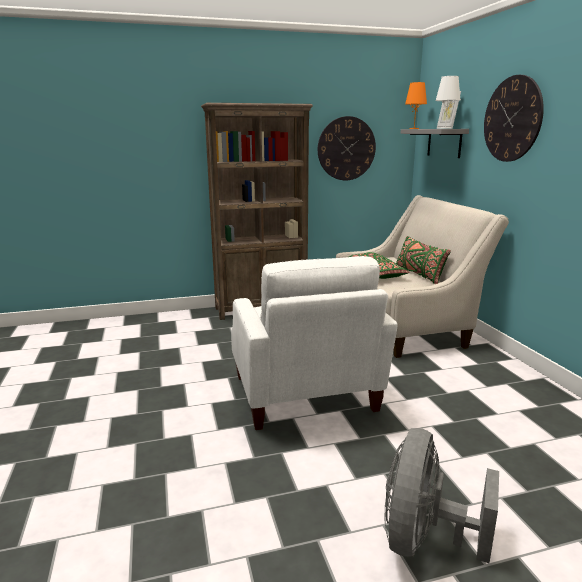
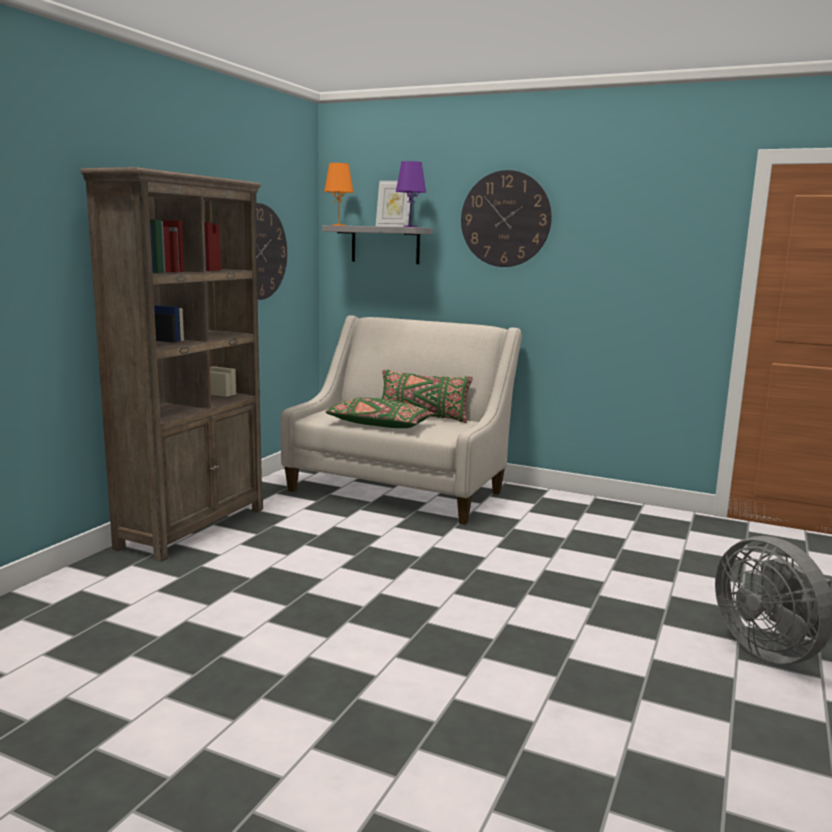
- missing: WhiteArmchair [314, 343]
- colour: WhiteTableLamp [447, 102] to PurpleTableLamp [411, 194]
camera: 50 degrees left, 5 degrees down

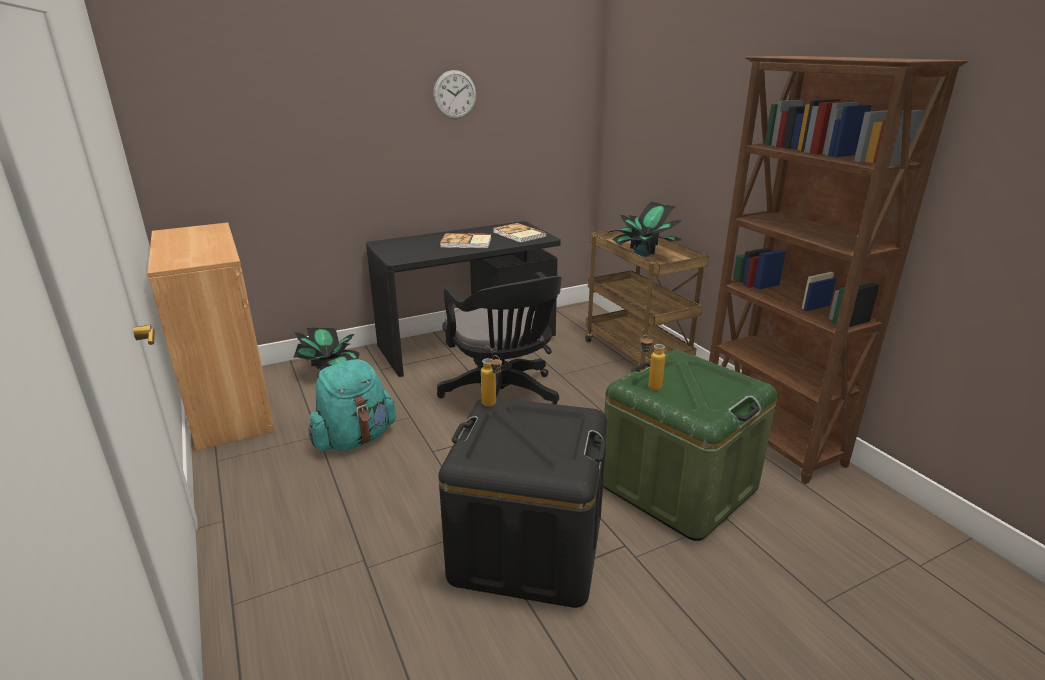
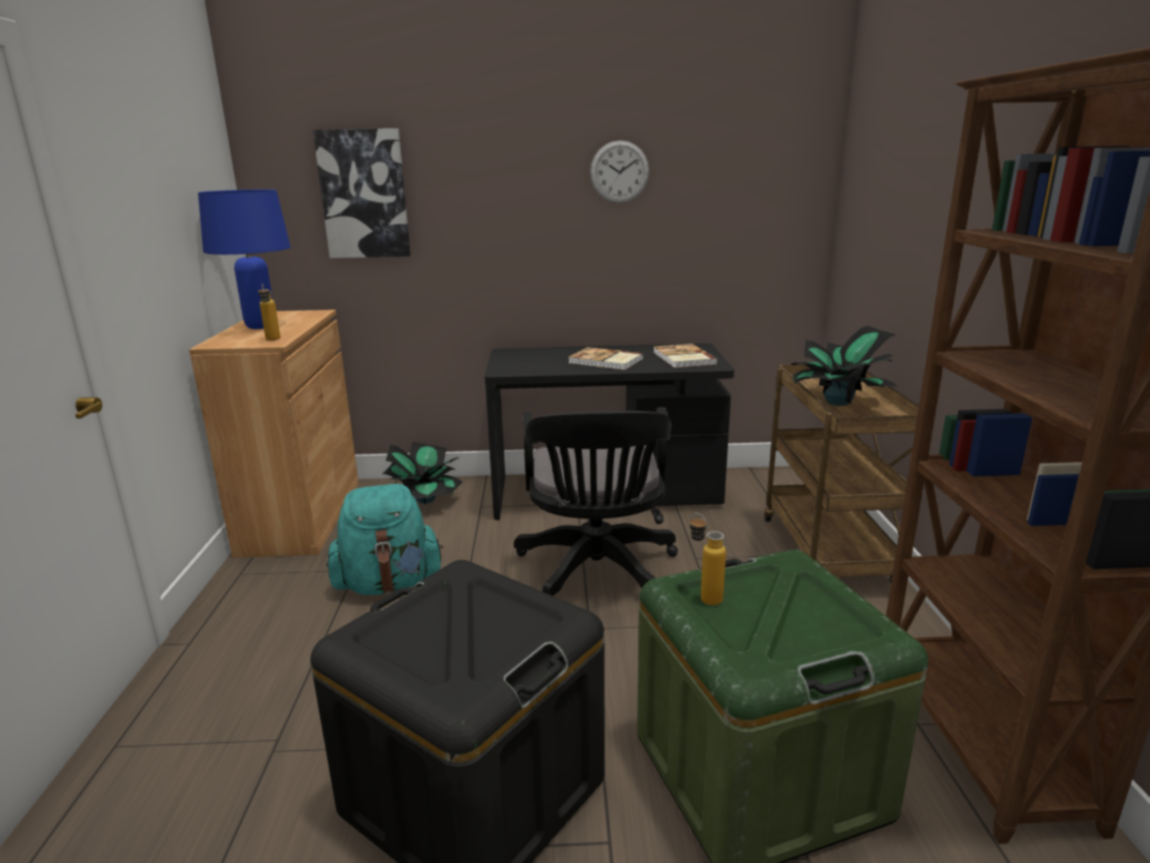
- appeared: BlueTableLamp [244, 259]
- appeared: Picture [362, 193]
- relocated: Bottle [491, 381] to [269, 312]
camera: 25 degrees right, 5 degrees down

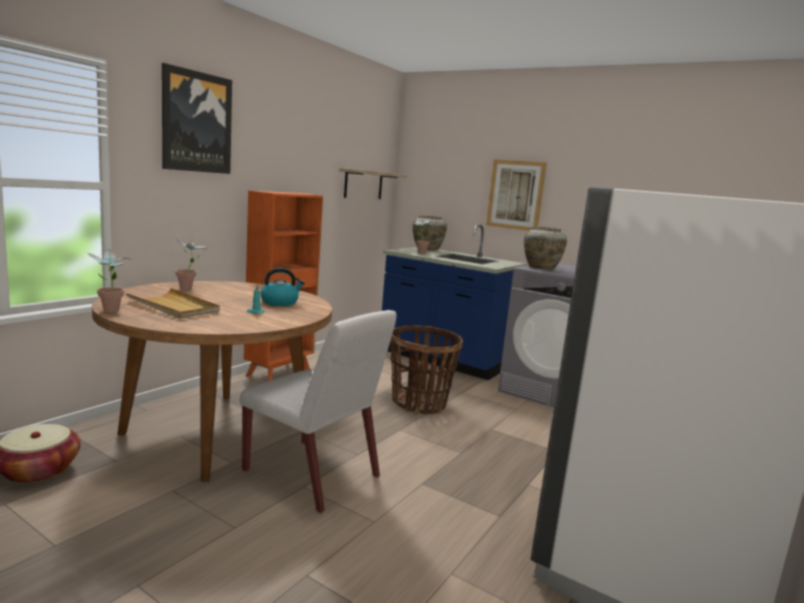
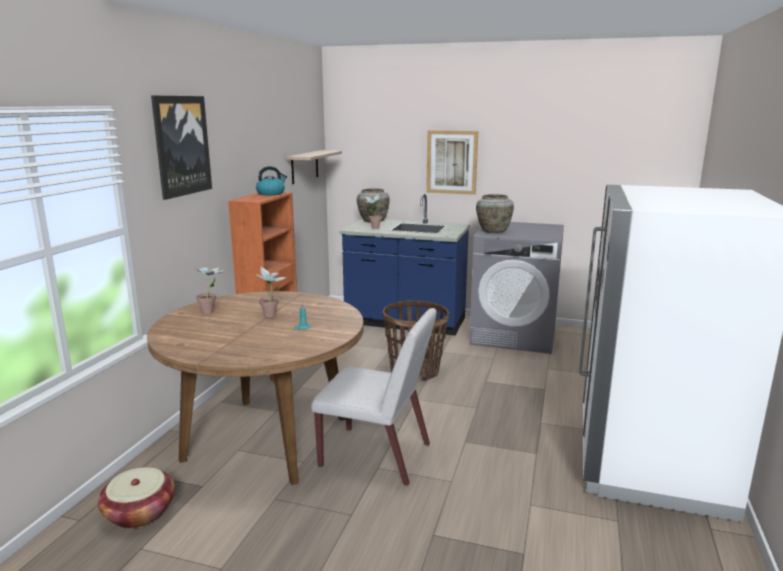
- missing: BeigeTray [173, 303]
- relocated: PottedPlant [110, 280] to [271, 292]
- relocated: Kettle [283, 287] to [271, 180]
camera: 15 degrees left, 5 degrees up

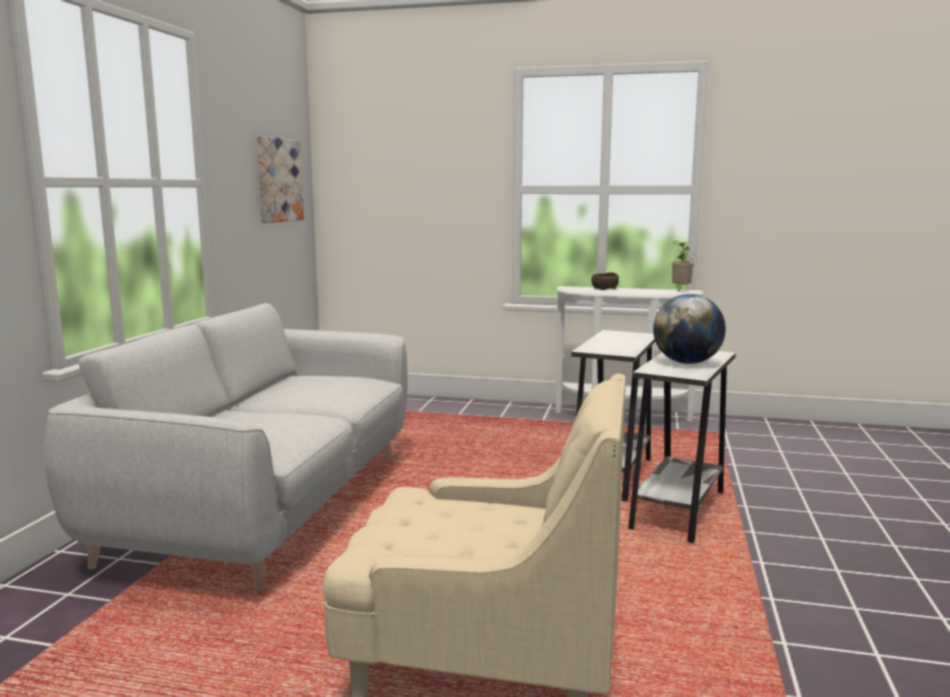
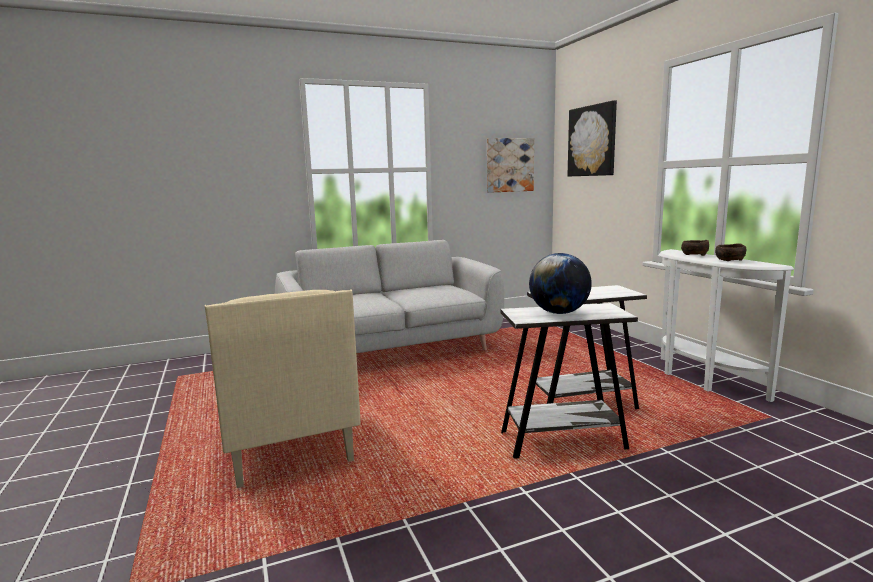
- missing: PottedPlant [683, 266]
- appeared: Picture [592, 138]
- appeared: BrownBowl [730, 252]
camera: 55 degrees right, 0 degrees up

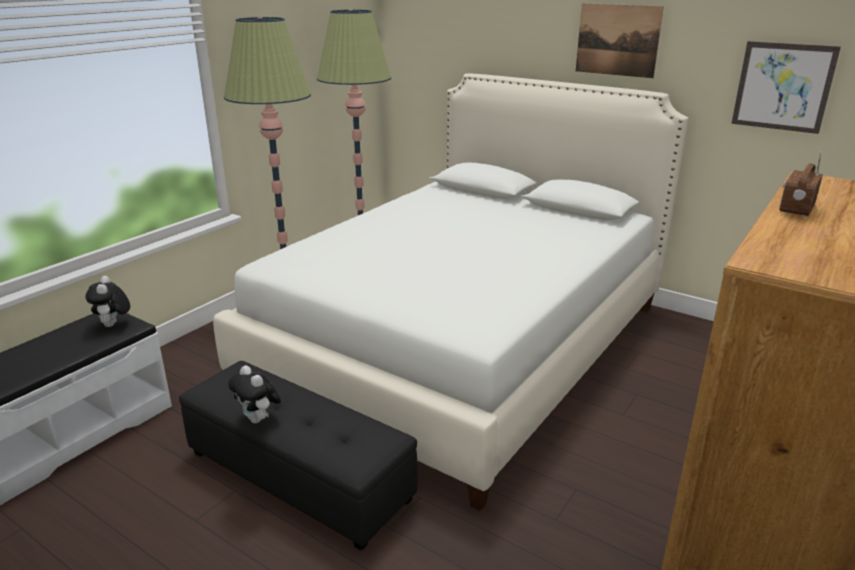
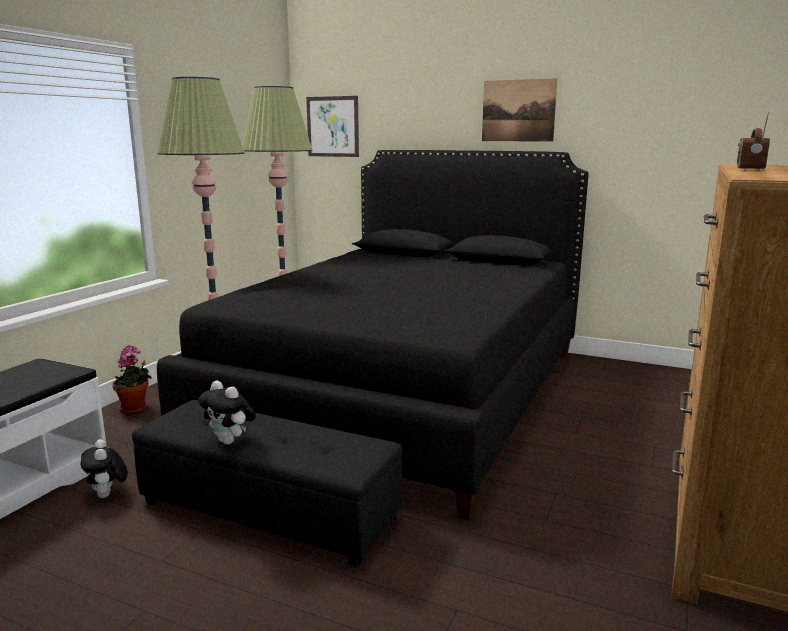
- appeared: PottedPlant [132, 379]
- relocated: PlushToy [107, 301] to [104, 468]
- relocated: Picture [786, 87] to [332, 126]
- colour: WhiteBed [451, 292] to BlackBed [373, 335]
camera: 10 degrees left, 10 degrees down

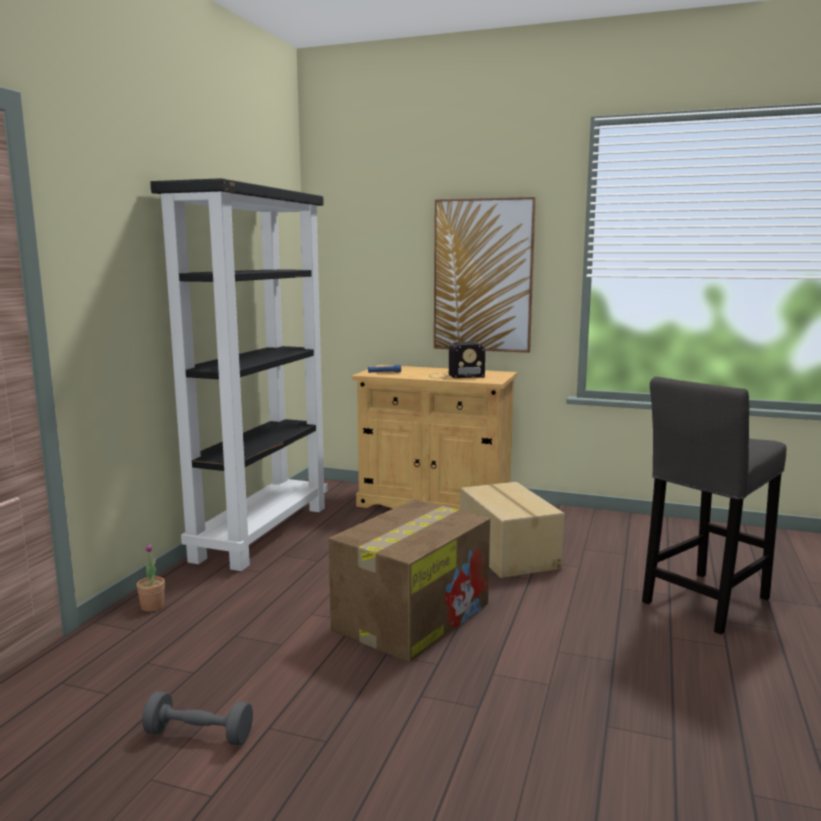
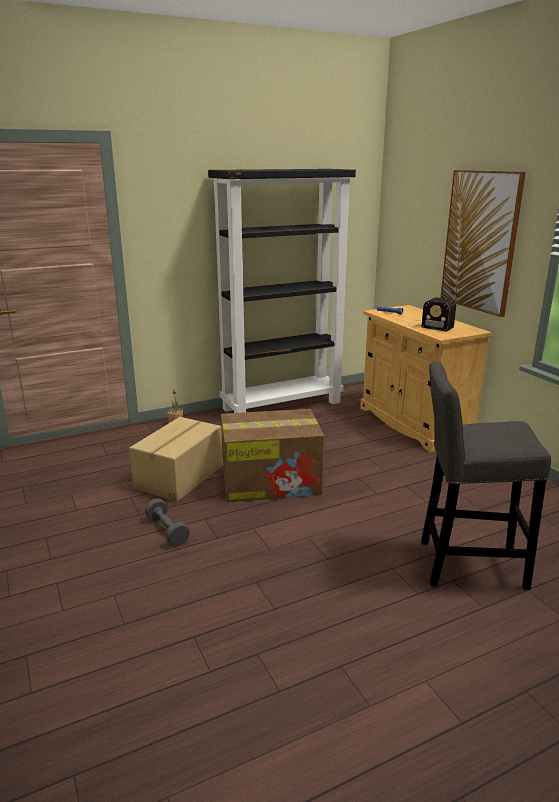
- relocated: GreyDumbbell [197, 718] to [167, 522]
- relocated: CardboardBox [512, 530] to [176, 459]
camera: 45 degrees right, 10 degrees up

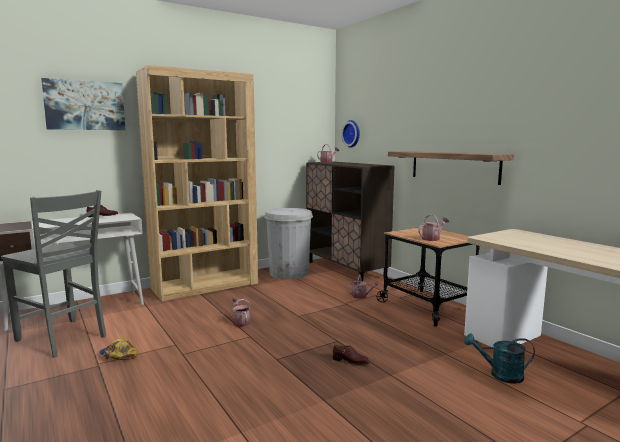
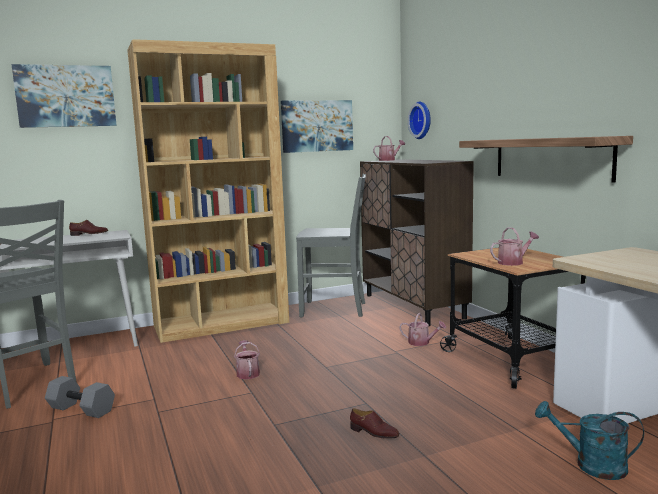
- appeared: Picture [317, 126]
- exchanged: Cap [118, 349] to GreyDumbbell [80, 397]
- exchanged: WhiteTrashCan [288, 243] to GreyChair [331, 245]
camera: 10 degrees right, 0 degrees up

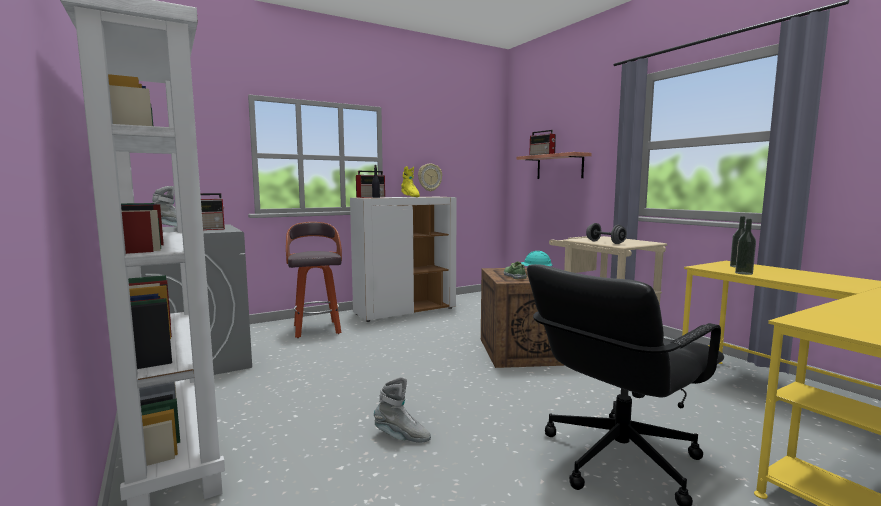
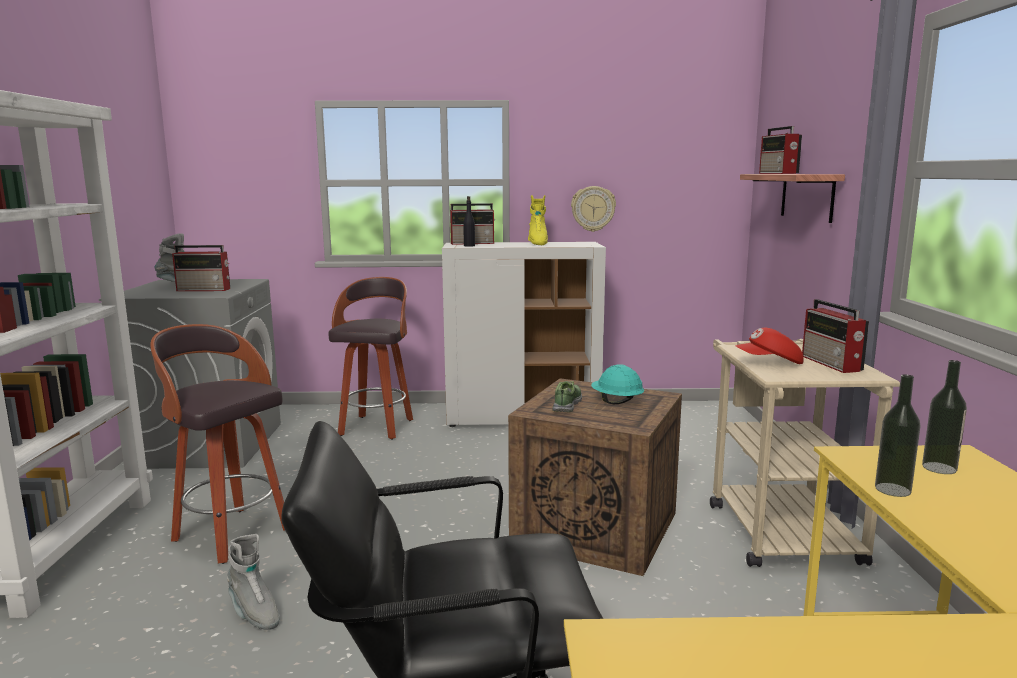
- appeared: Stool [217, 444]
- appeared: Radio [835, 336]
- exchanged: GreyDumbbell [606, 233] to RedCap [769, 346]
camera: 30 degrees right, 5 degrees up

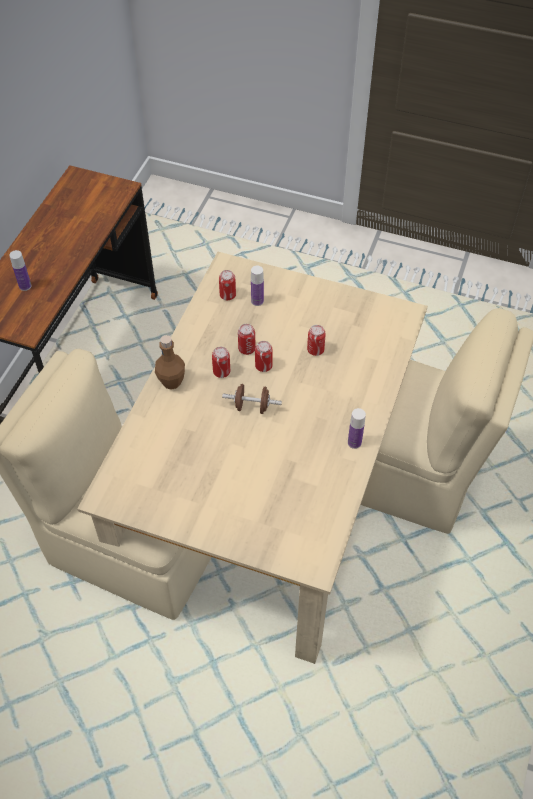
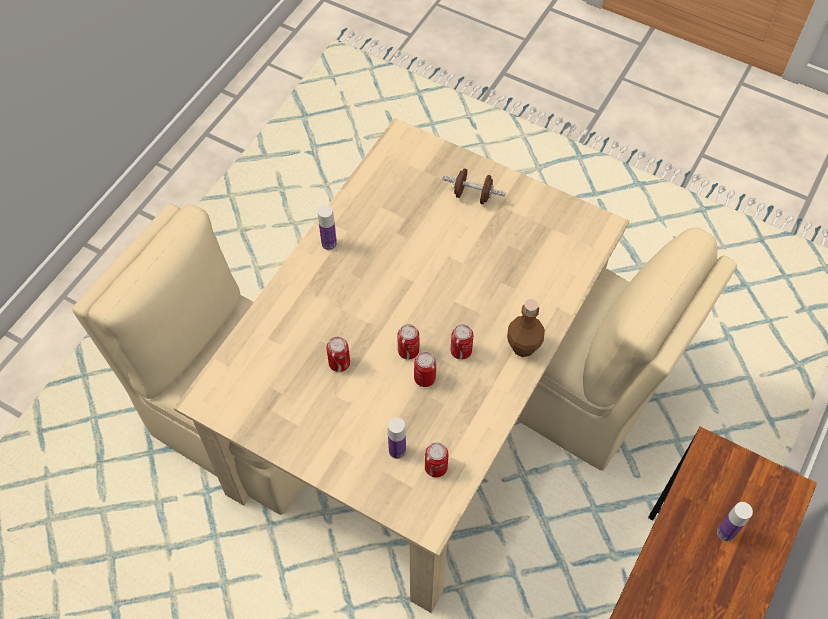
- relocated: BrownDumbbell [252, 399] to [474, 186]
camera: 170 degrees left, 5 degrees up

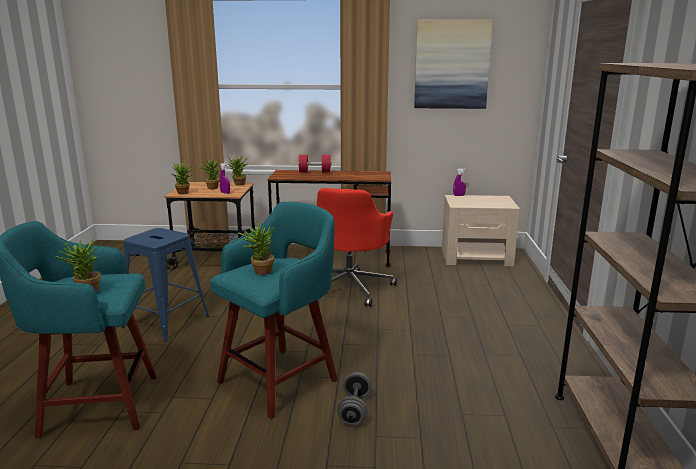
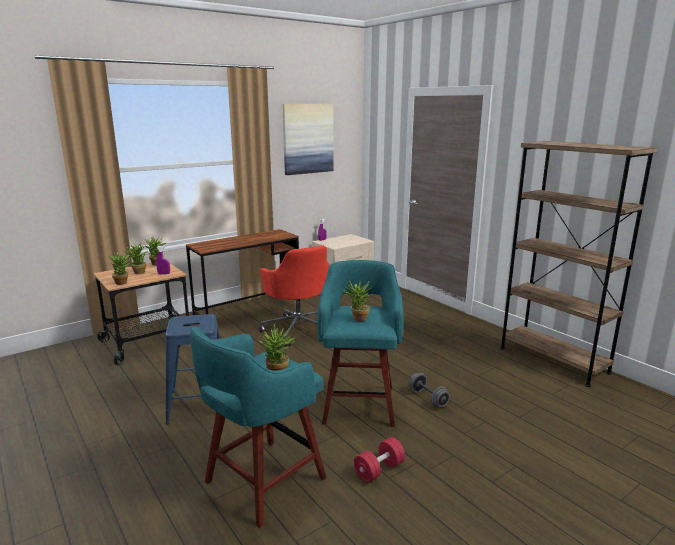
- relocated: RedDumbbell [314, 164] to [379, 460]
camera: 40 degrees left, 0 degrees up

